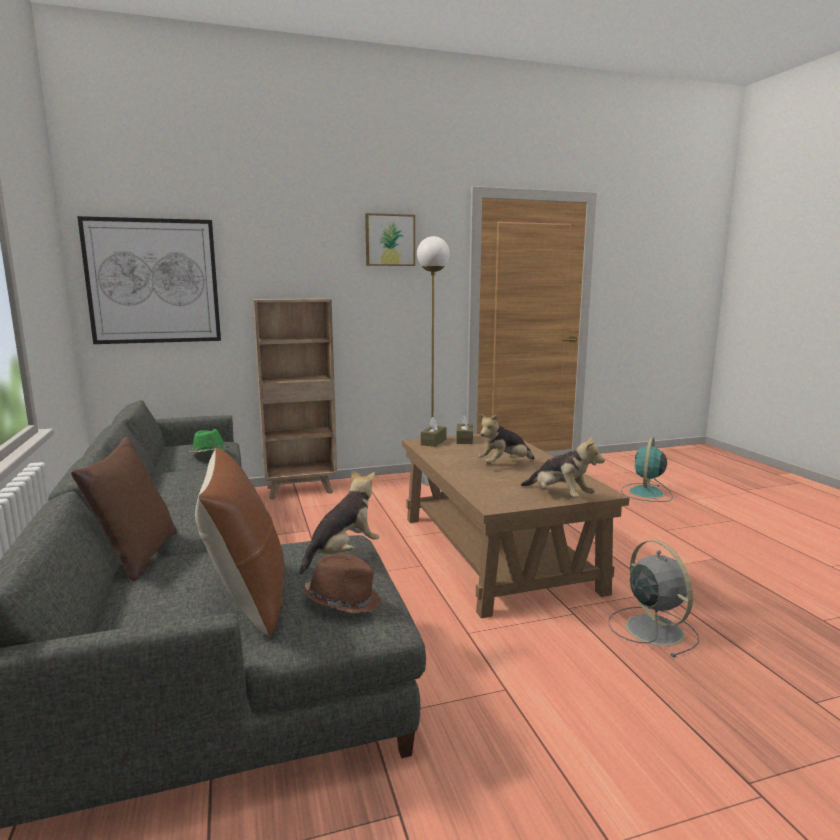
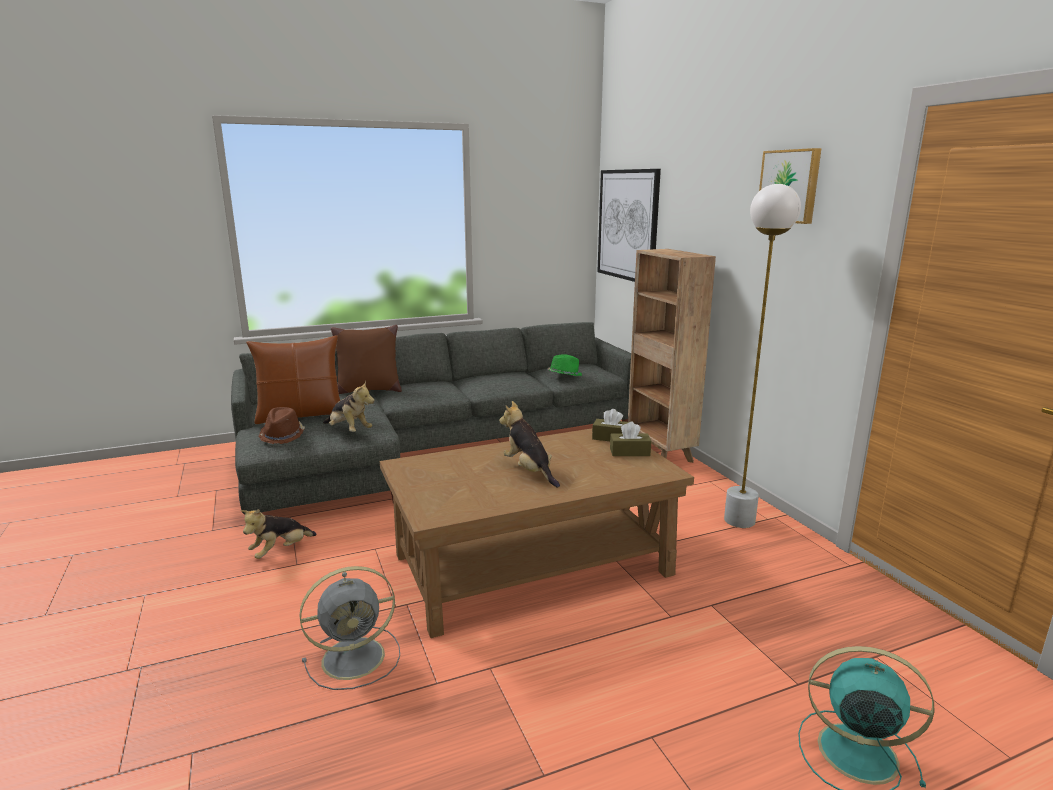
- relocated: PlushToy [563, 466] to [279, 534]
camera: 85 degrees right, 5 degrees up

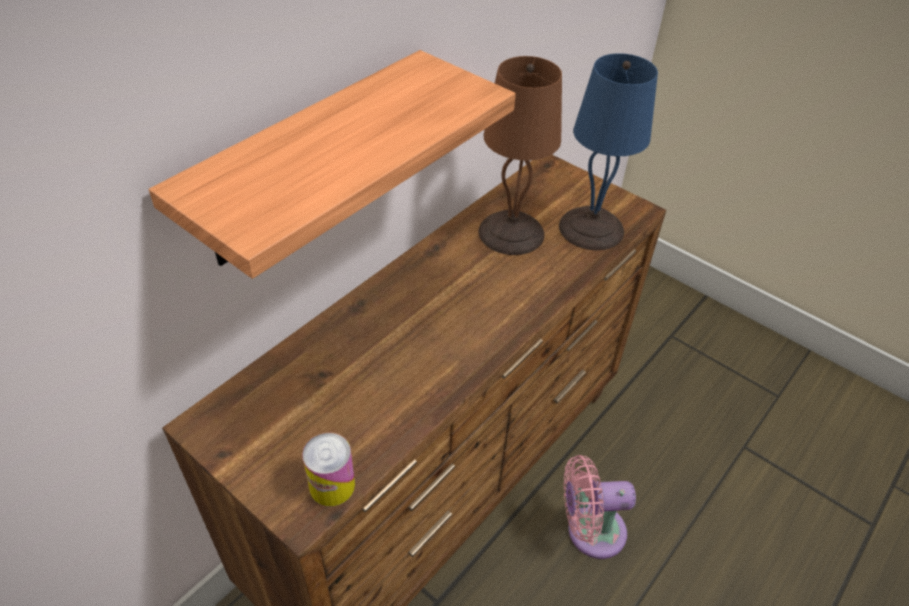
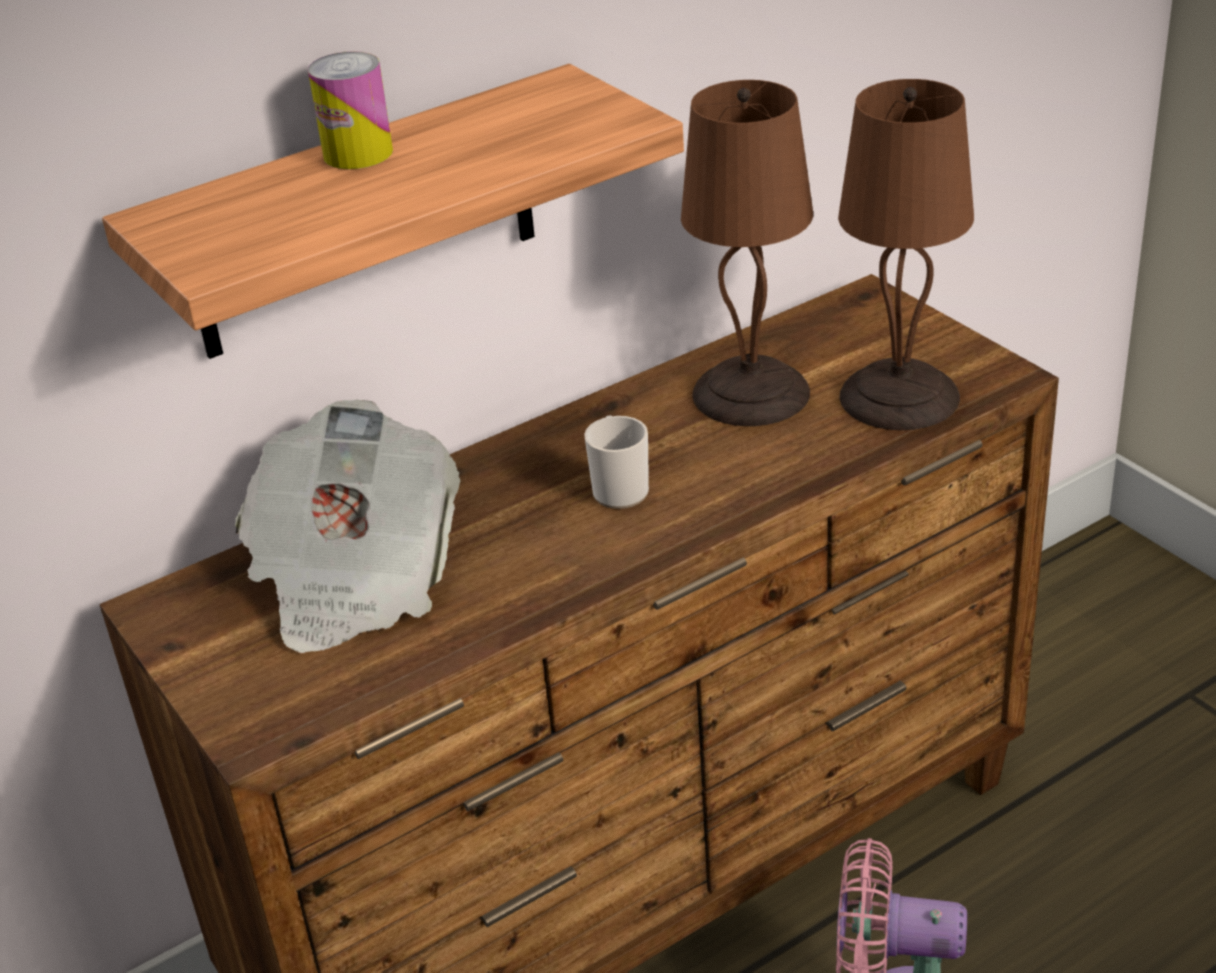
- appeared: Newspaper [348, 526]
- appeared: Mug [616, 462]
- relocated: Can [328, 469] to [350, 110]
- colour: BlueTableLamp [608, 151] to BrownTableLamp [906, 254]
camera: 20 degrees right, 10 degrees down

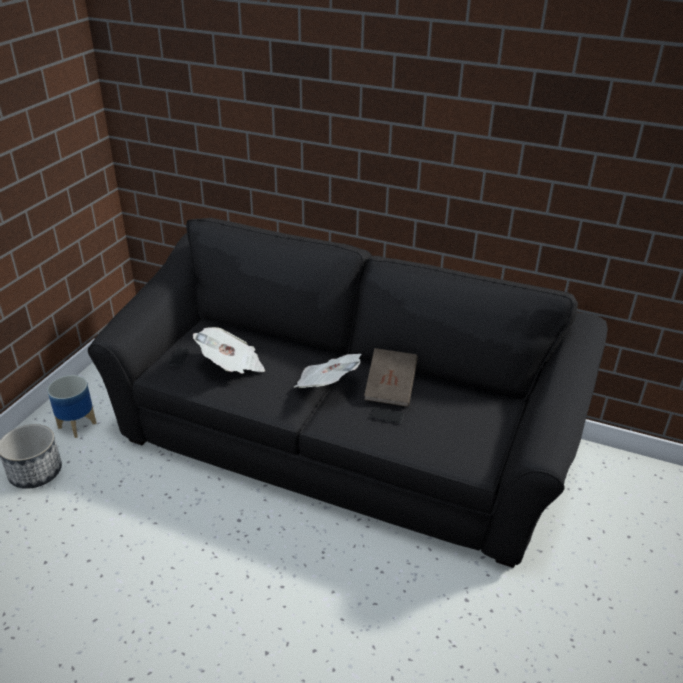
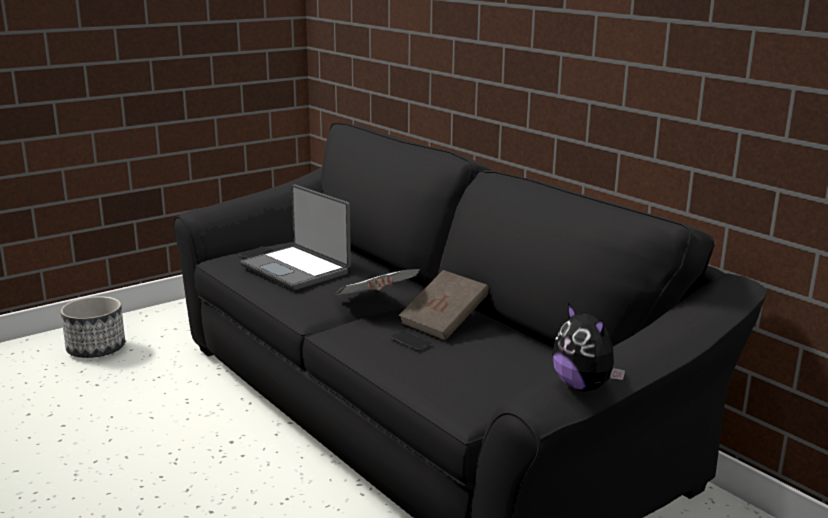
- missing: Planter [71, 406]
- appeared: PlushToy [588, 347]
- exchanged: Newspaper [229, 350] to Laptop [295, 237]
camera: 30 degrees right, 15 degrees down

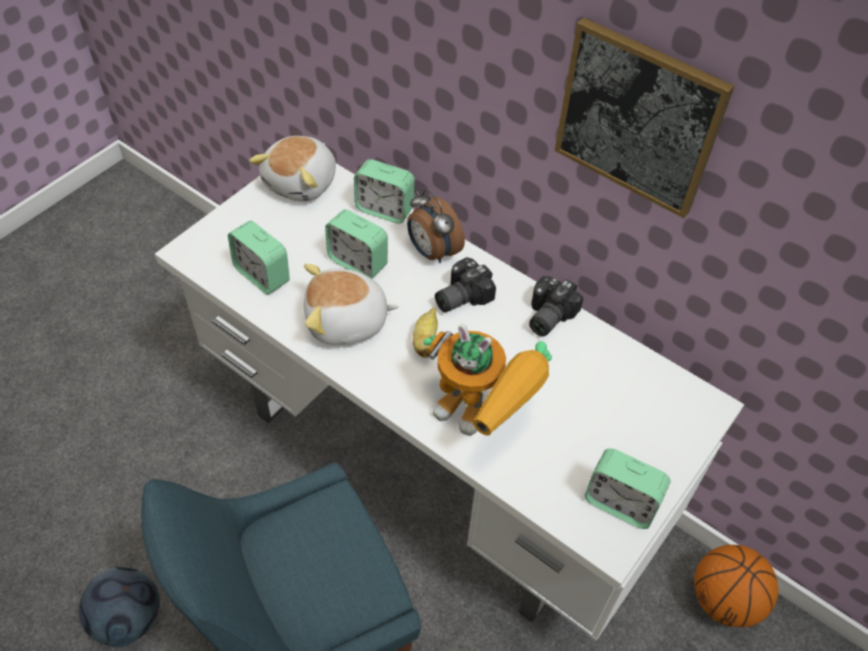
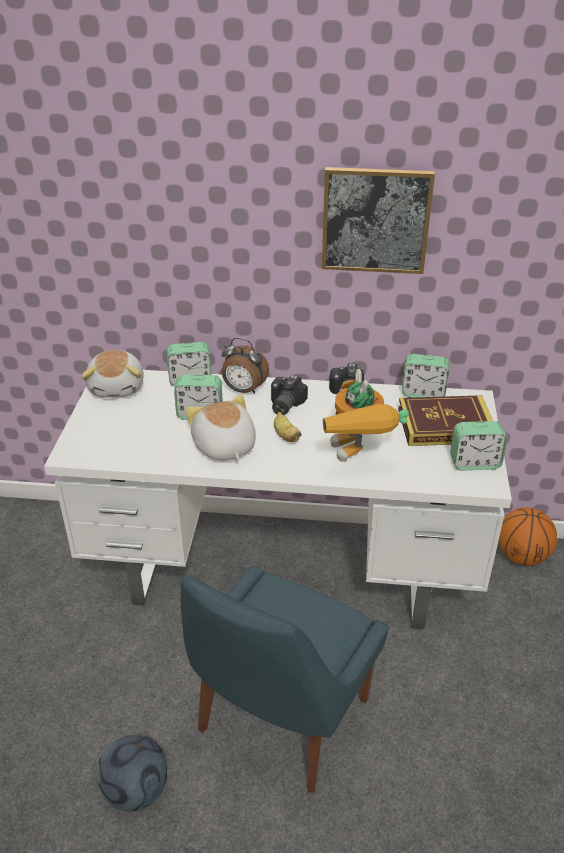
- appeared: Book [445, 420]
- relocated: AlarmClock [259, 258] to [425, 376]
- spun: PlushToy [351, 304] = [220, 427] 105 degrees clockwise
- spun: ToyRobot [488, 380] = [366, 415] 75 degrees clockwise
camera: 30 degrees left, 15 degrees down

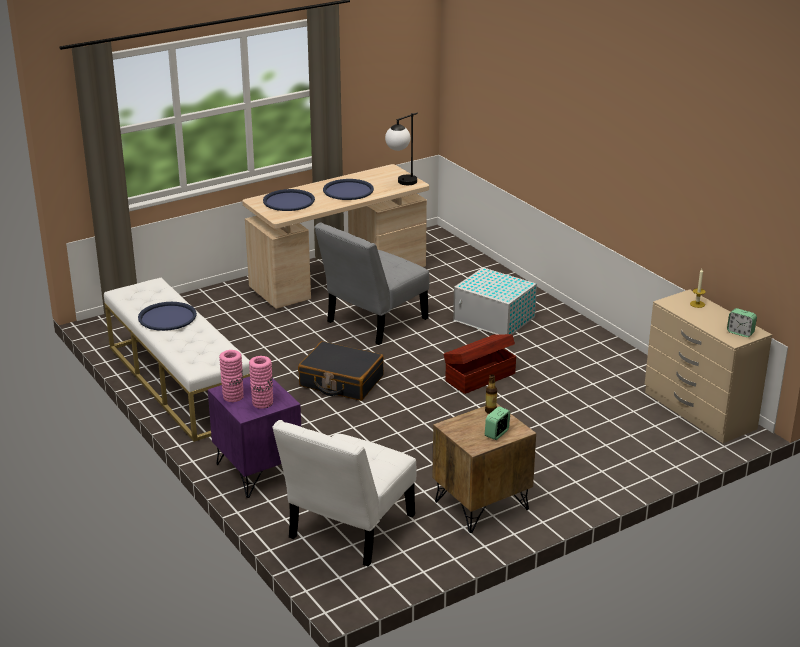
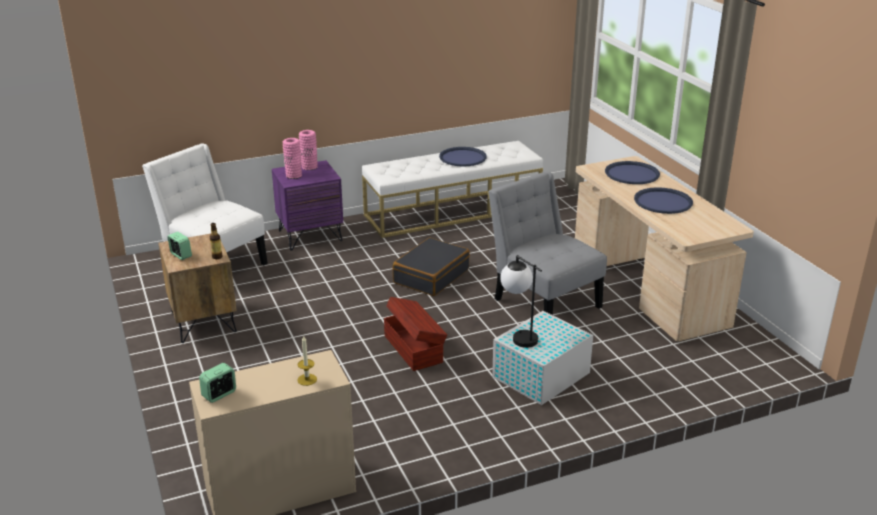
- relocated: TableLamp [401, 149] to [521, 301]
camera: 100 degrees right, 0 degrees up

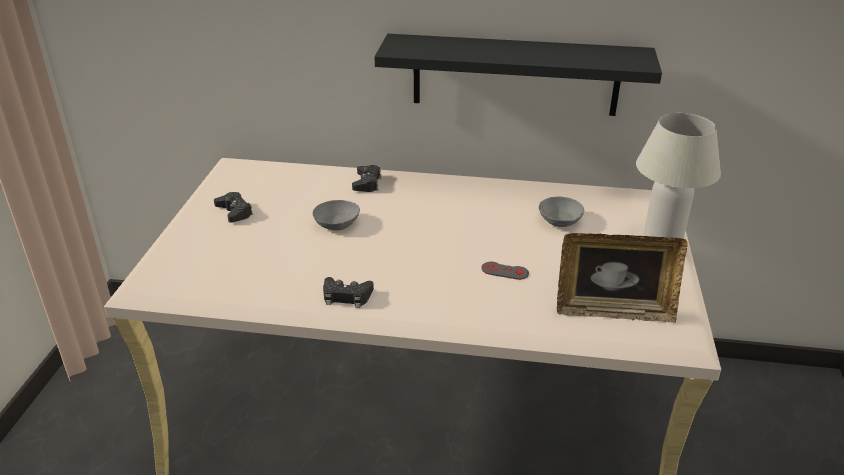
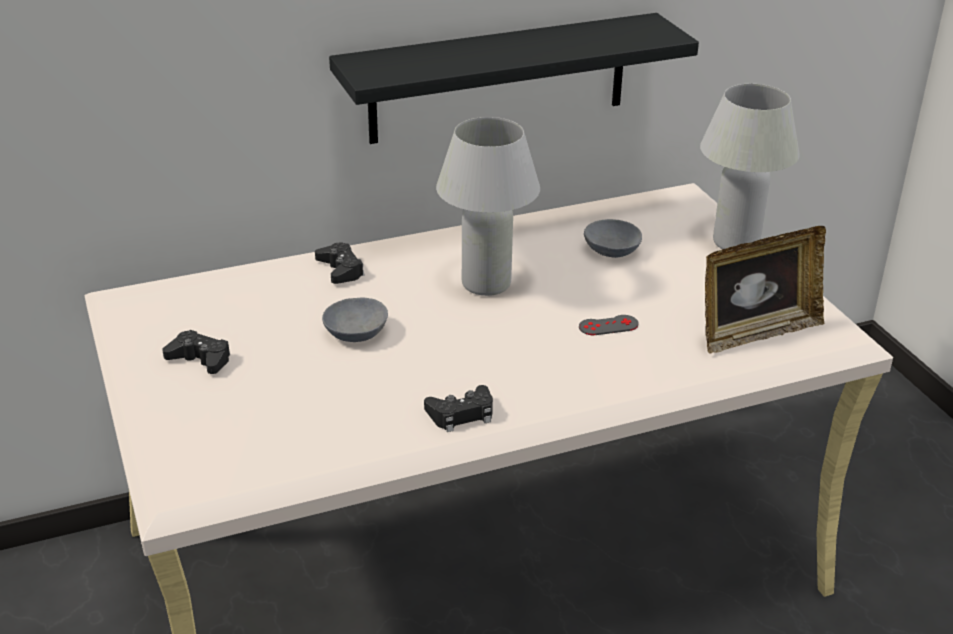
- appeared: WhiteTableLamp [488, 206]
camera: 30 degrees left, 0 degrees up

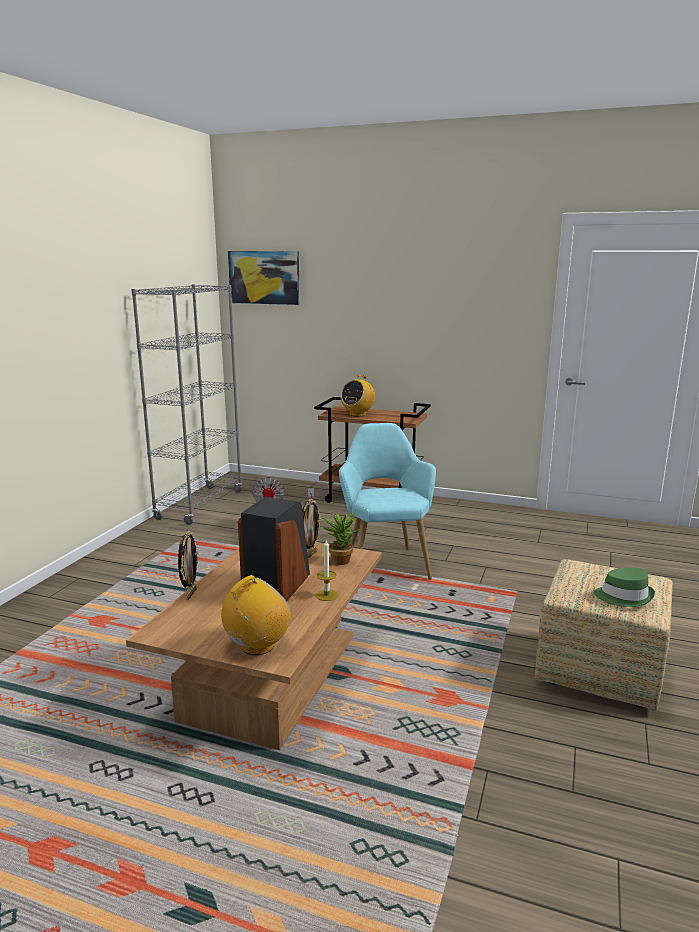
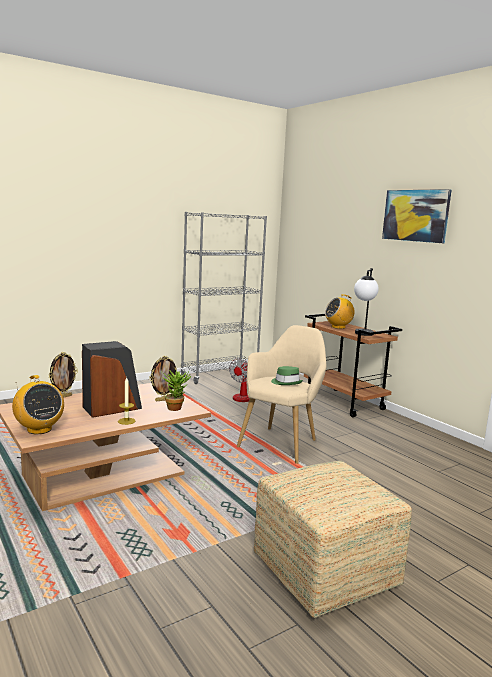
- appeared: TableLamp [366, 302]
- relocated: Picture [264, 278] to [417, 216]
- relocated: GreenHat [624, 587] to [287, 375]
- colour: TurquoiseArmchair [387, 501] to BeigeArmchair [281, 394]
- spun: Radio [256, 615] = [38, 404] 60 degrees clockwise
camera: 35 degrees right, 5 degrees down

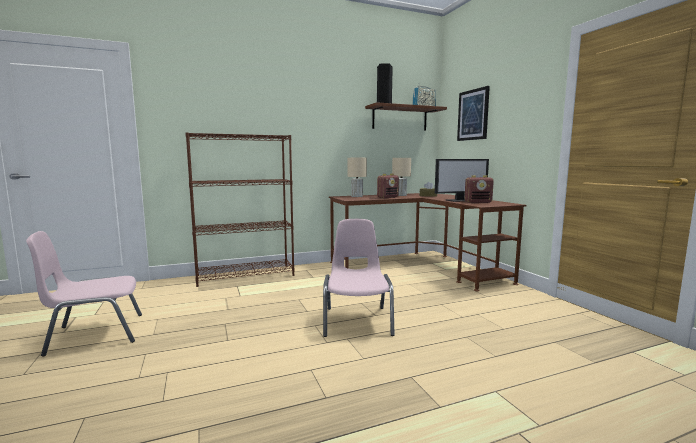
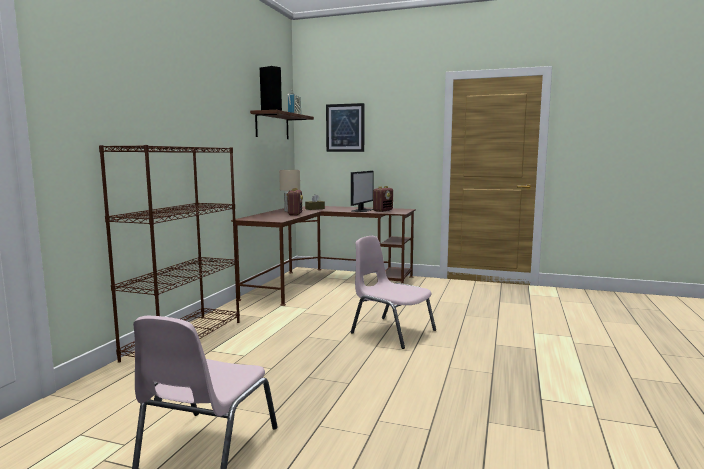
- missing: BeigeTableLamp [357, 177]
camera: 50 degrees left, 0 degrees up

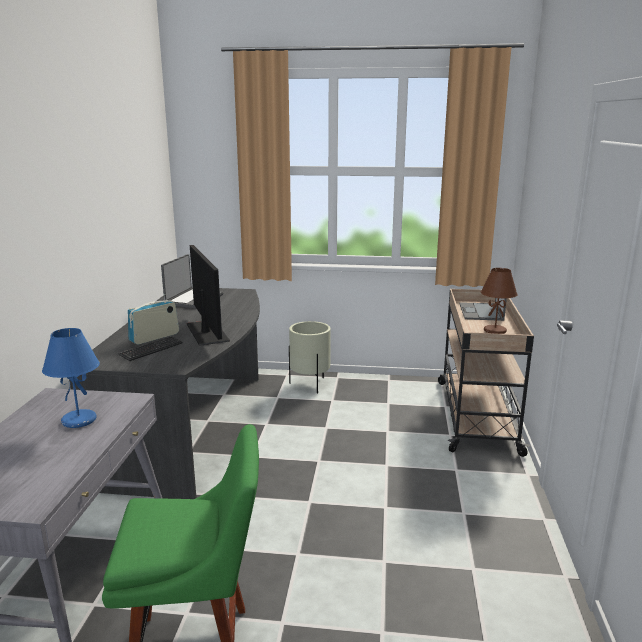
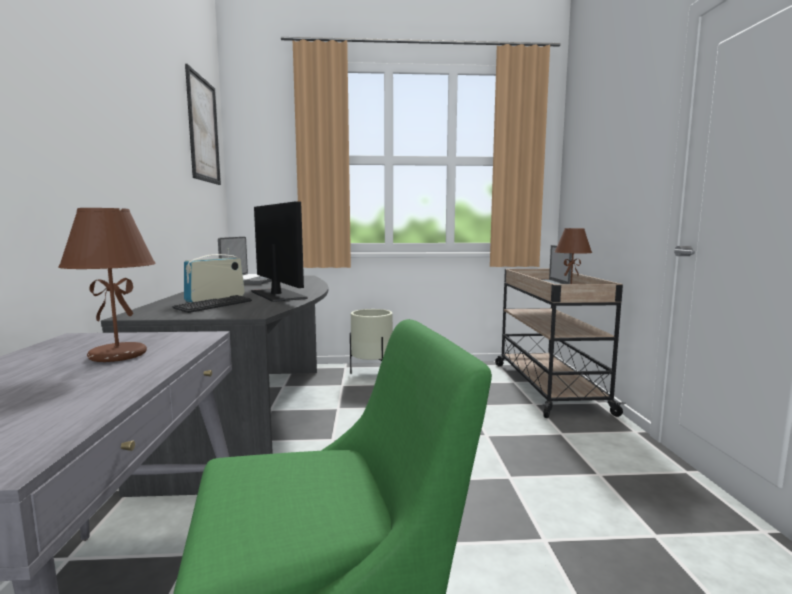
- appeared: Picture [203, 124]
- colour: BlueTableLamp [71, 378] to BrownTableLamp [107, 285]
camera: 10 degrees left, 10 degrees down

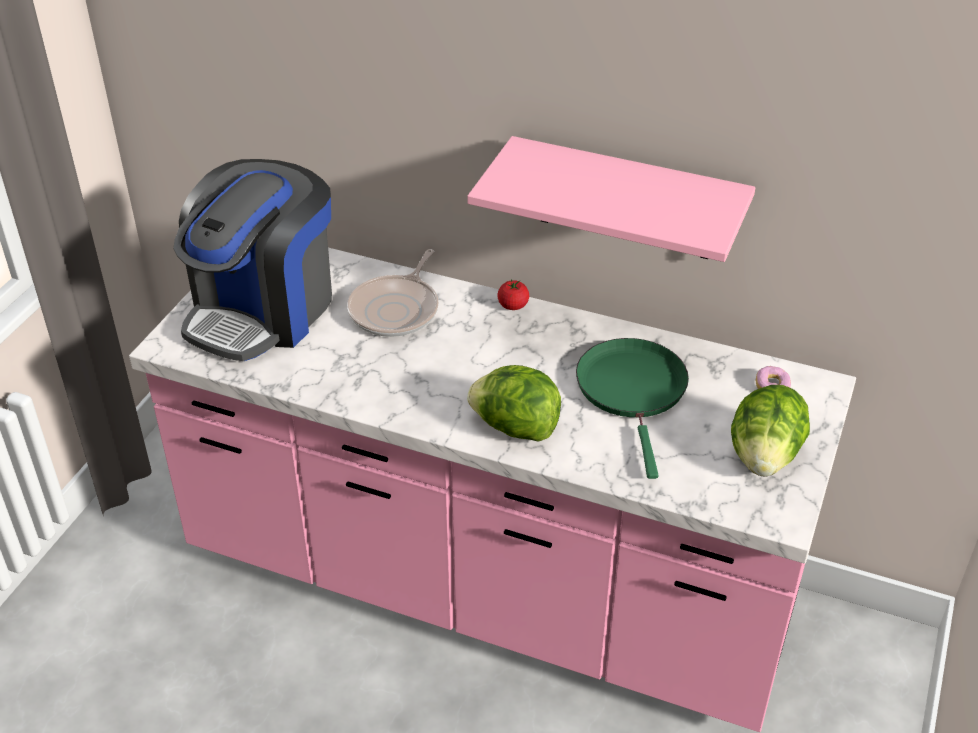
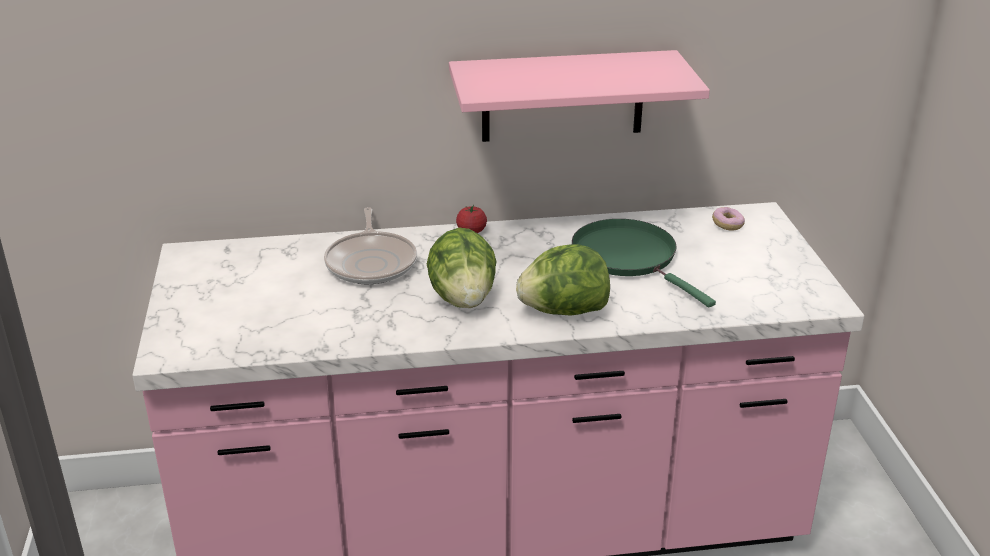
- missing: CoffeeMachine [252, 260]
- relocated: Lettuce [770, 431] to [462, 268]
camera: 30 degrees left, 10 degrees down

